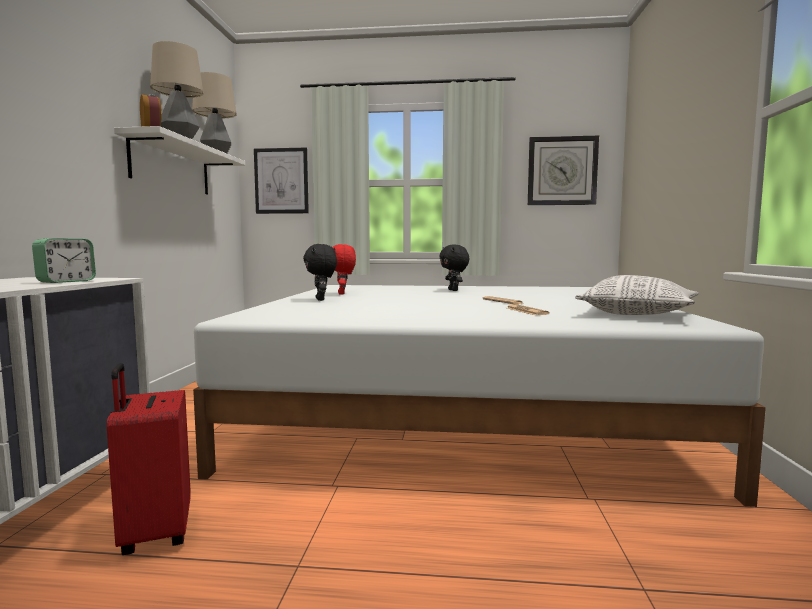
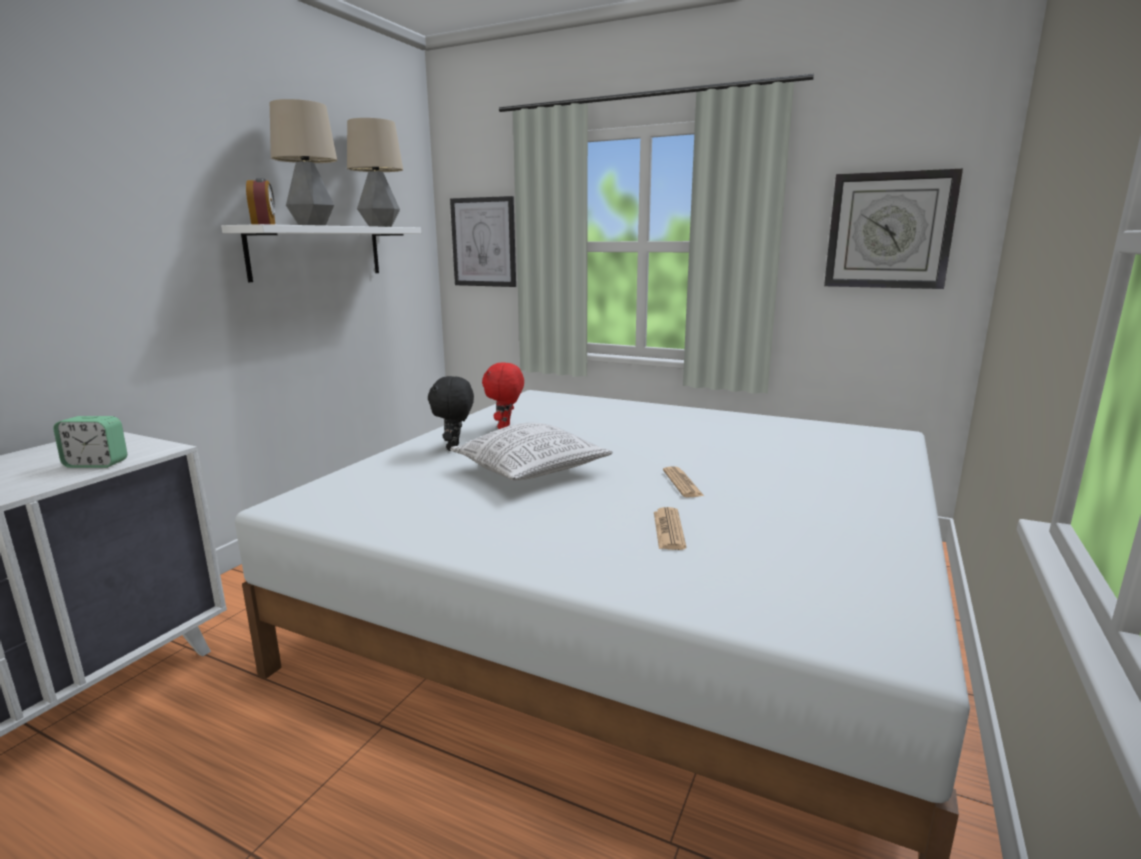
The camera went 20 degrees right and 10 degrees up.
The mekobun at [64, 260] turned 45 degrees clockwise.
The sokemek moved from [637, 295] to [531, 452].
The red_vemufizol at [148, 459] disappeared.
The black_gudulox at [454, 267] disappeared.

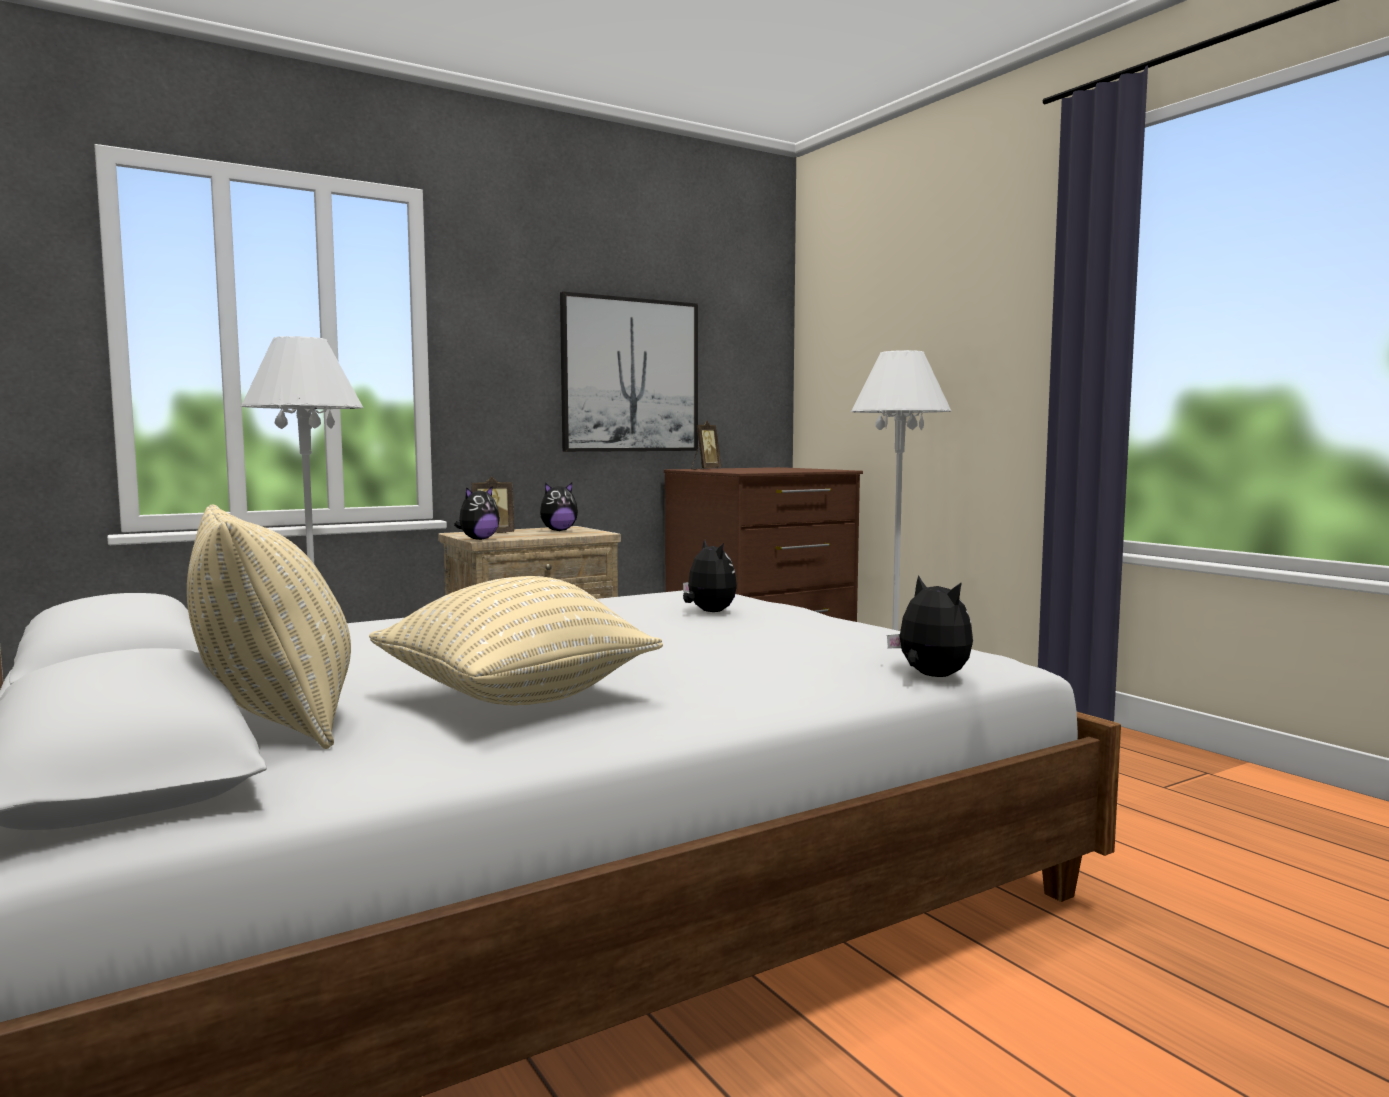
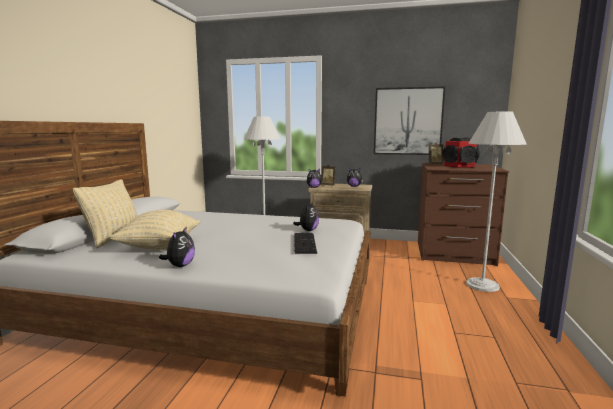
The camera went 45 degrees right and 5 degrees up.
The gudulox moved from [930, 626] to [177, 246].
The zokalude at [305, 243] appeared.
The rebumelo at [461, 153] appeared.

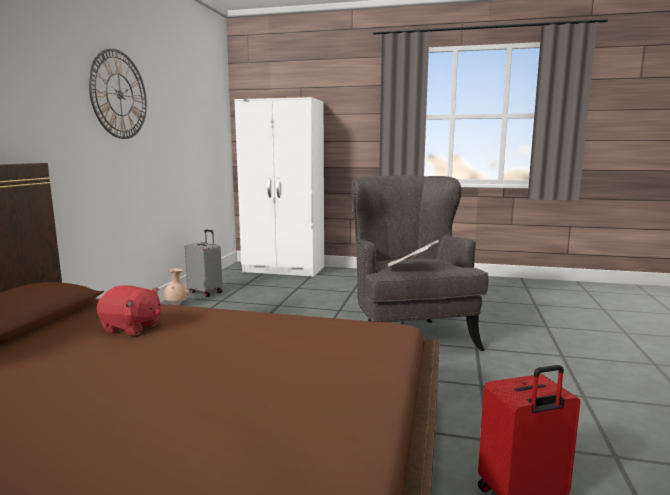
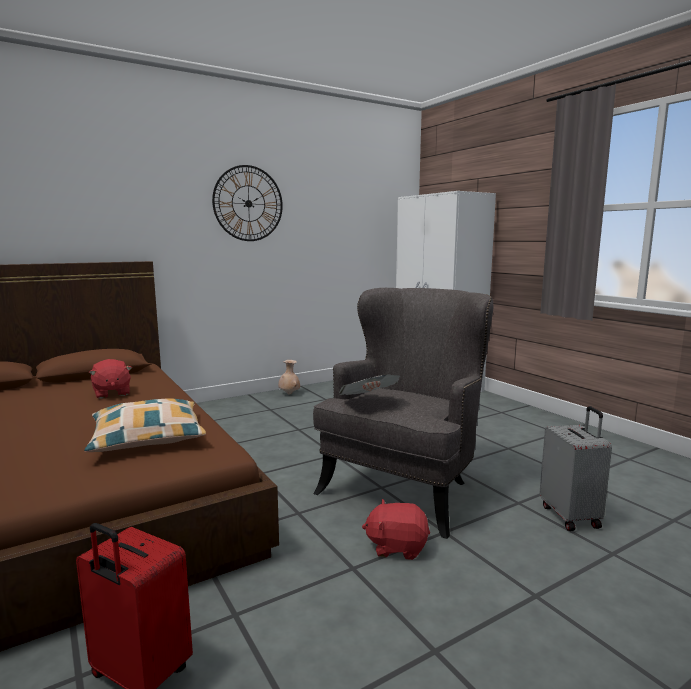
The camera went 45 degrees right and 0 degrees up.
The sokemek at [145, 425] appeared.
The red_gudulox at [396, 529] appeared.
The grey_vemufizol moved from [203, 263] to [575, 468].

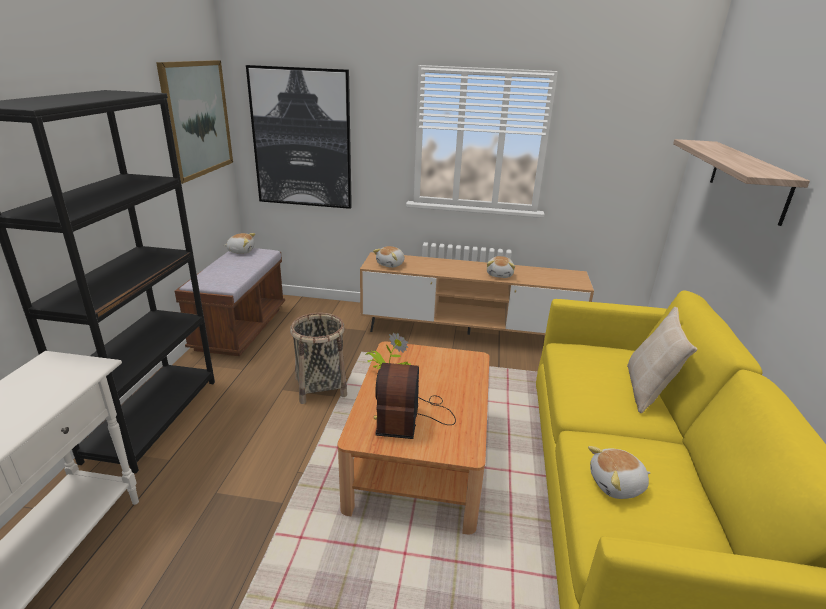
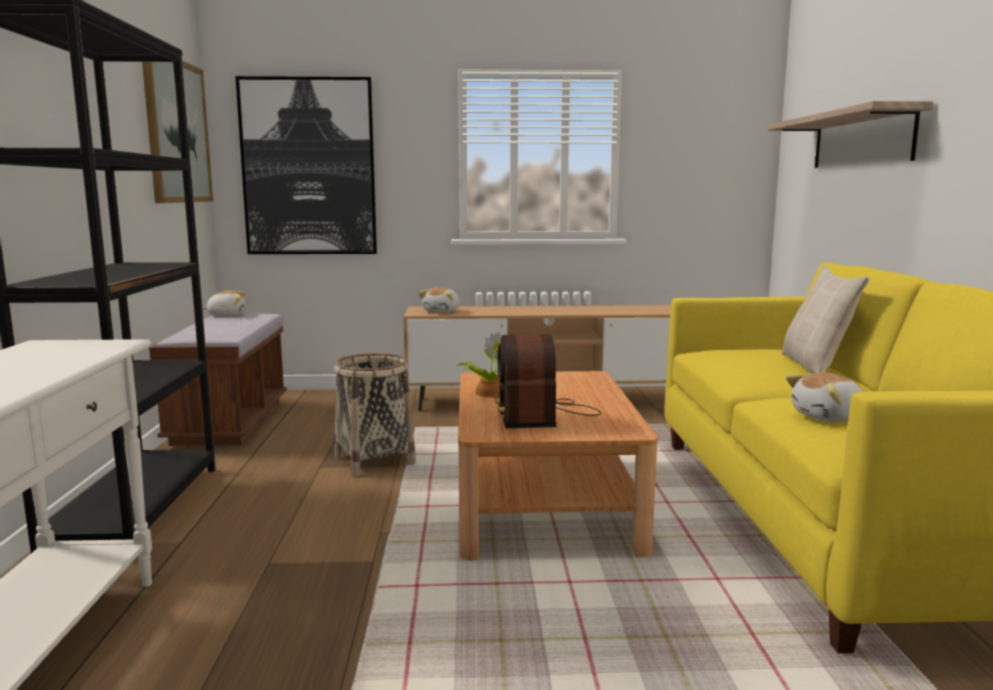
The camera went 10 degrees left and 15 degrees down.
The gudulox at [501, 267] disappeared.

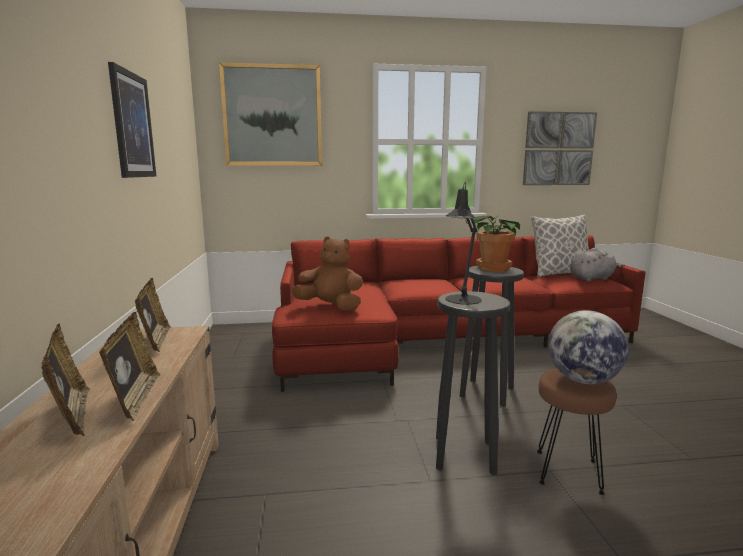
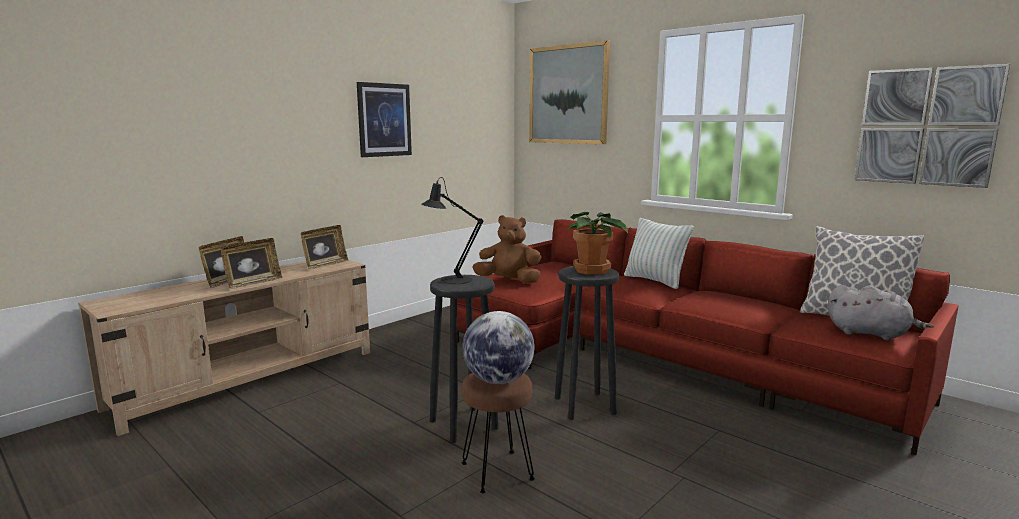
The camera went 50 degrees right and 0 degrees up.
The brown_gudulox at [327, 273] turned 60 degrees counterclockwise.
The sokemek at [659, 253] appeared.

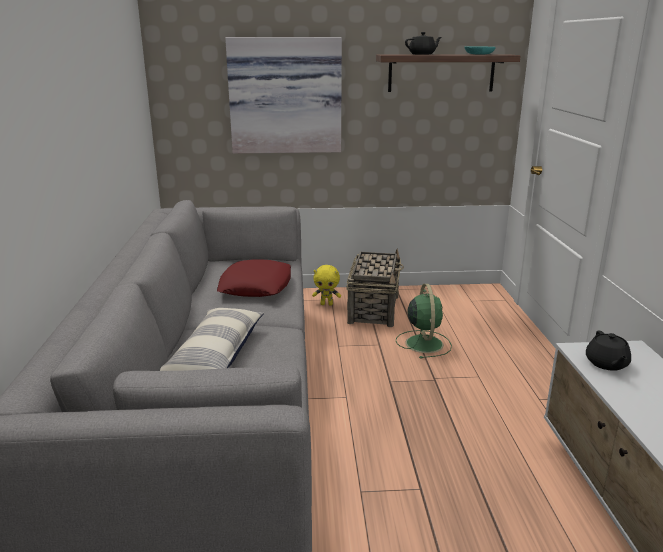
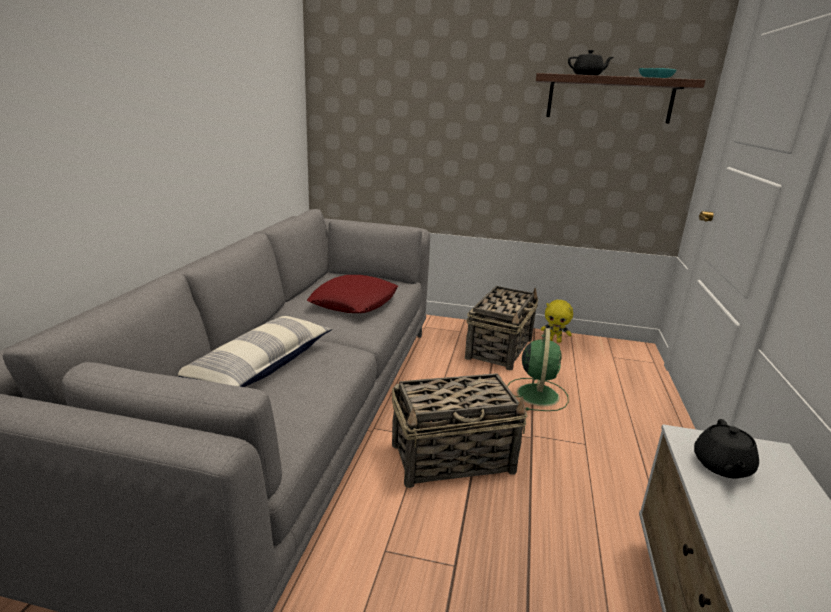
The camera went 15 degrees right and 0 degrees up.
The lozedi at [459, 430] appeared.
The yellow_gudulox moved from [326, 285] to [557, 321].
The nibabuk at [283, 95] disappeared.

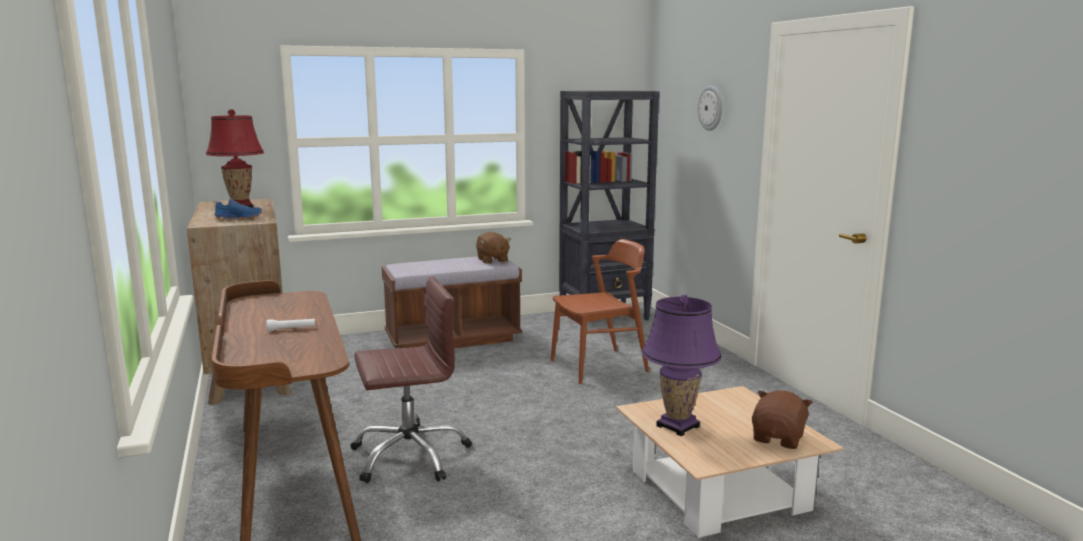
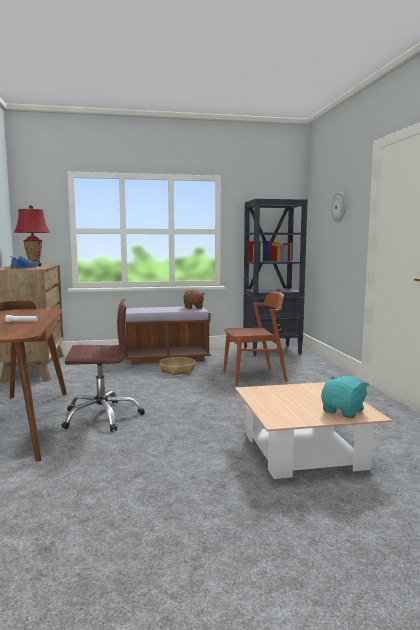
The camera went 10 degrees right and 5 degrees down.
The lozedi at [177, 366] appeared.
The brown_gudulox at [782, 419] became the turquoise_gudulox at [345, 397].
The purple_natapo at [682, 365] disappeared.

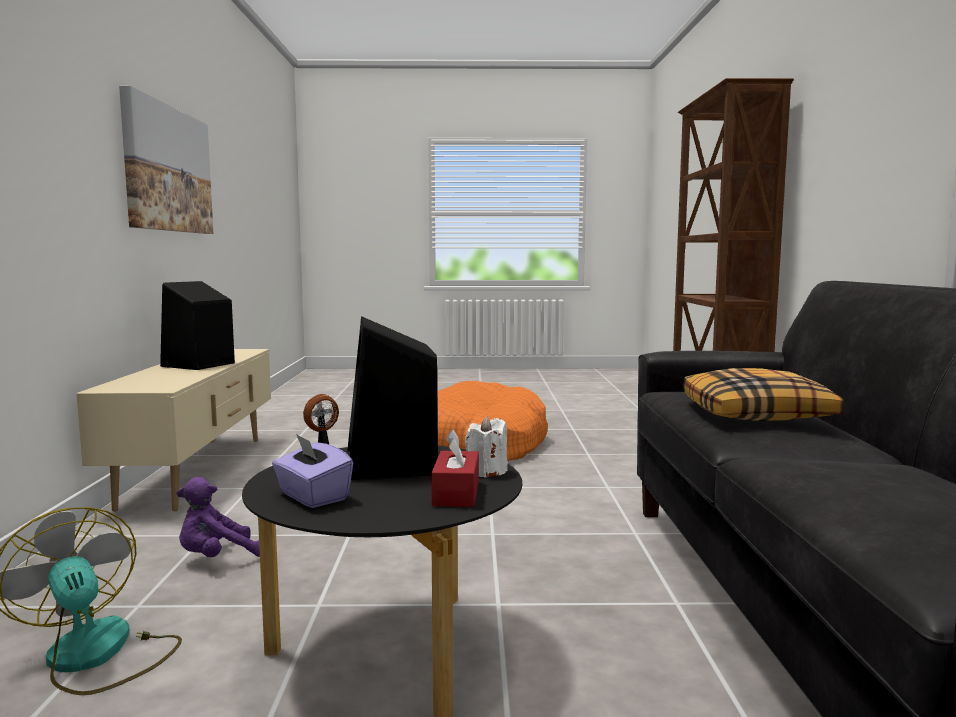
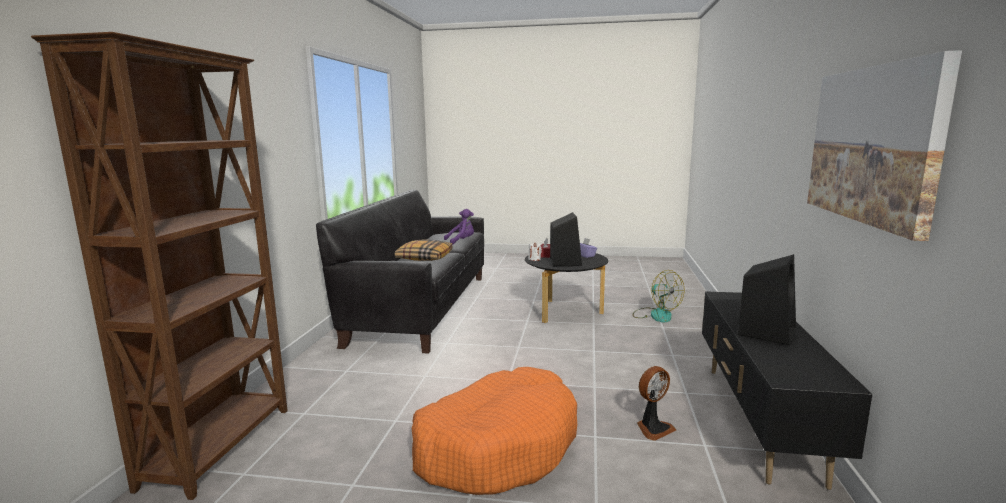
The camera went 170 degrees left and 5 degrees up.
The purple_gudulox moved from [218, 517] to [459, 227].
The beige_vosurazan at [173, 430] became the black_vosurazan at [787, 390].

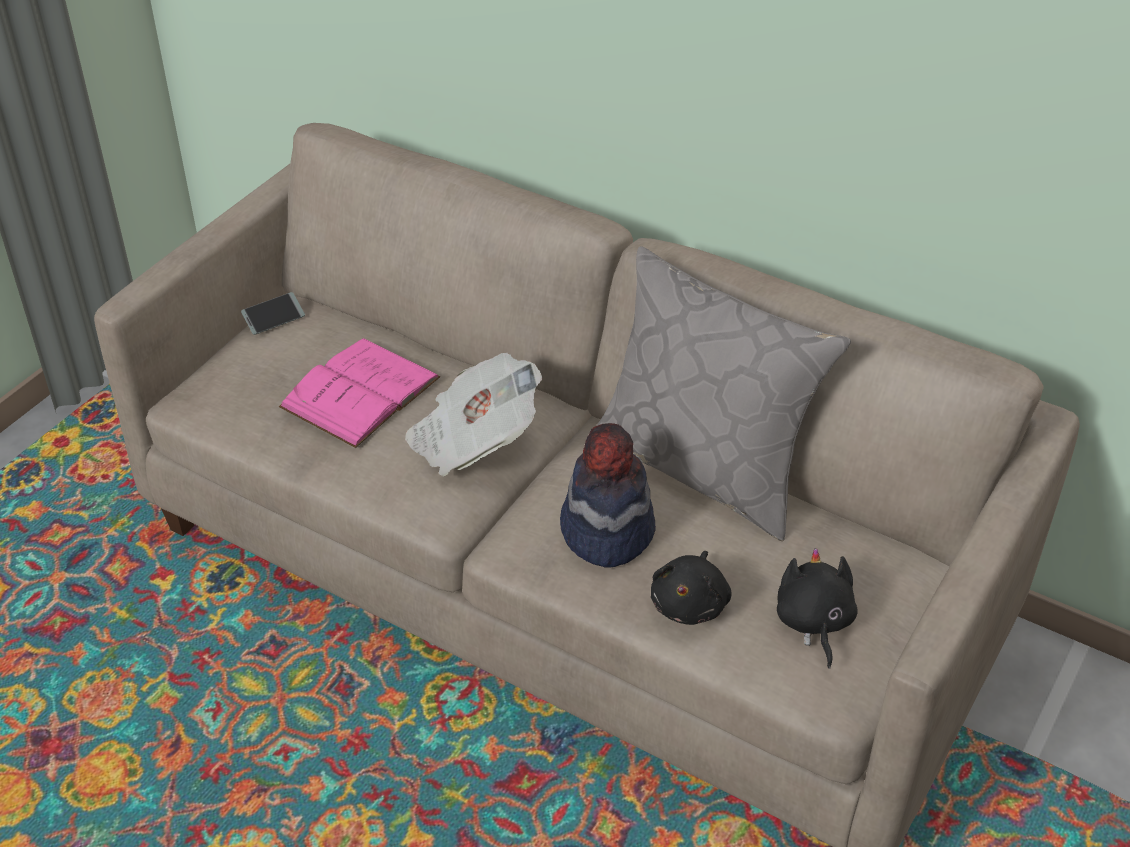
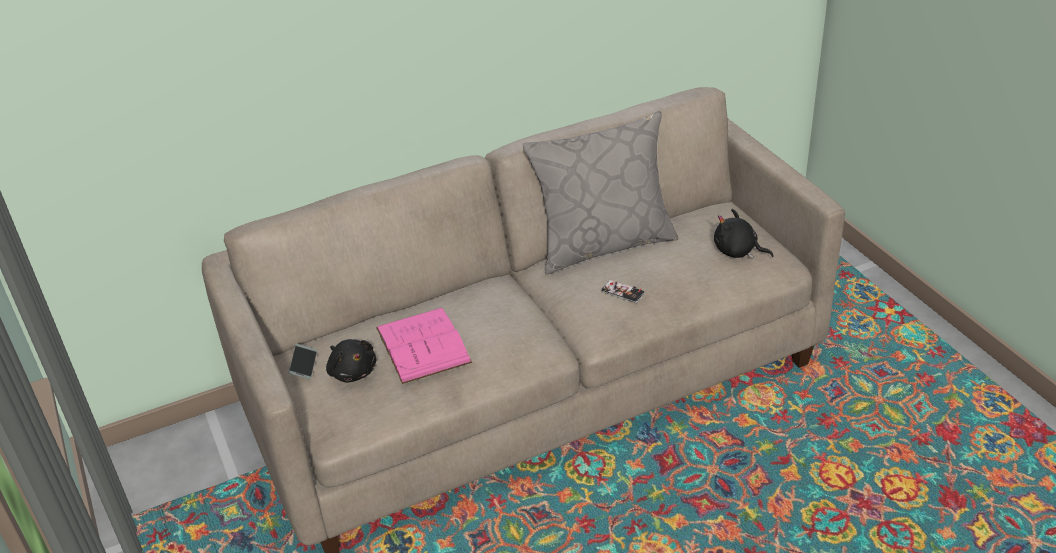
The camera went 55 degrees left and 5 degrees down.
The black_gudulox moved from [691, 588] to [351, 361].
The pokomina at [608, 495] was replaced by the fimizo at [623, 291].
The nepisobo at [473, 414] disappeared.

